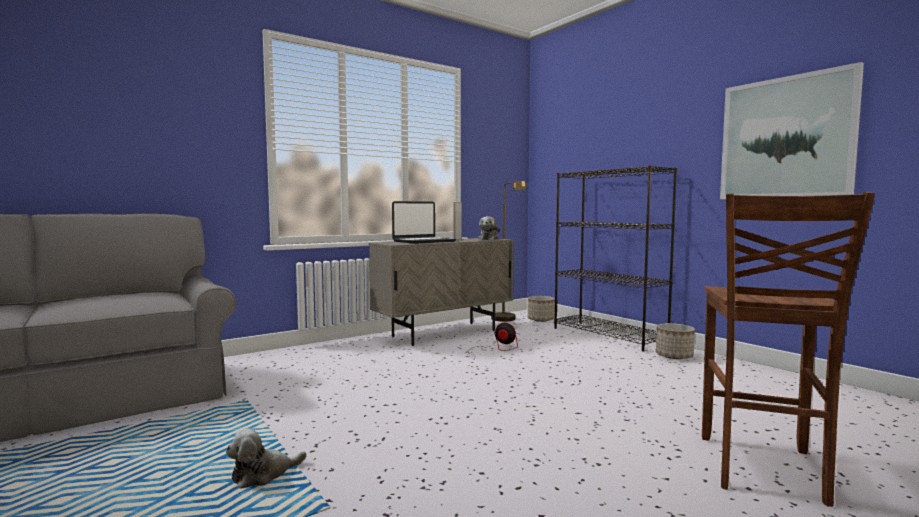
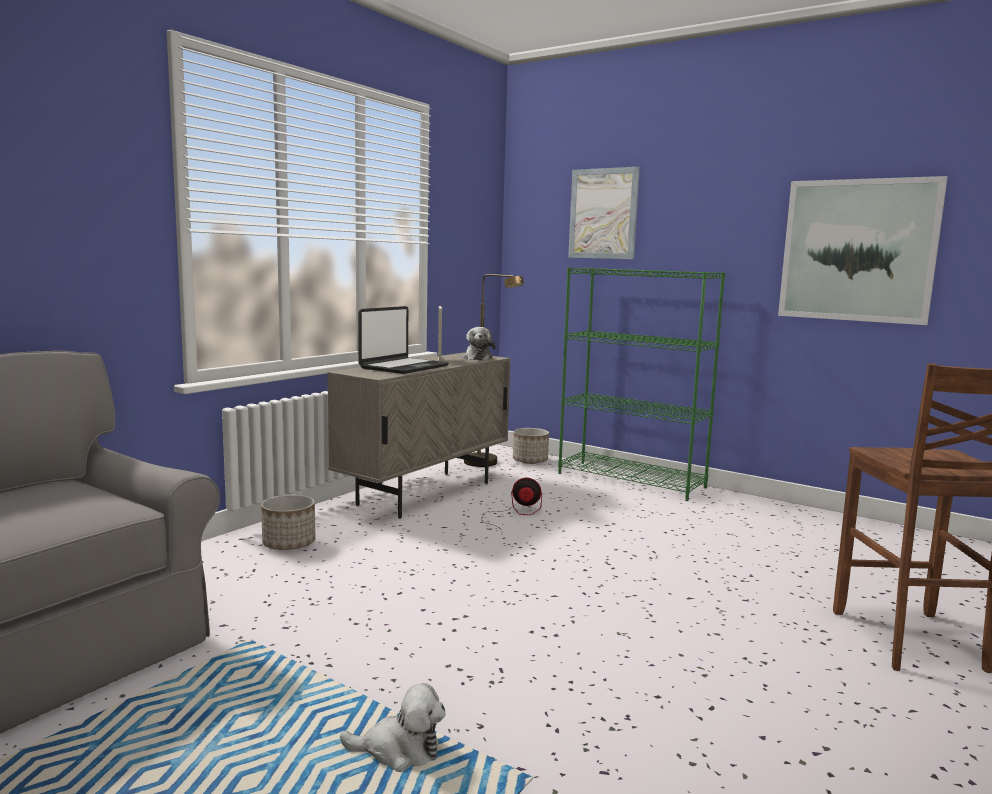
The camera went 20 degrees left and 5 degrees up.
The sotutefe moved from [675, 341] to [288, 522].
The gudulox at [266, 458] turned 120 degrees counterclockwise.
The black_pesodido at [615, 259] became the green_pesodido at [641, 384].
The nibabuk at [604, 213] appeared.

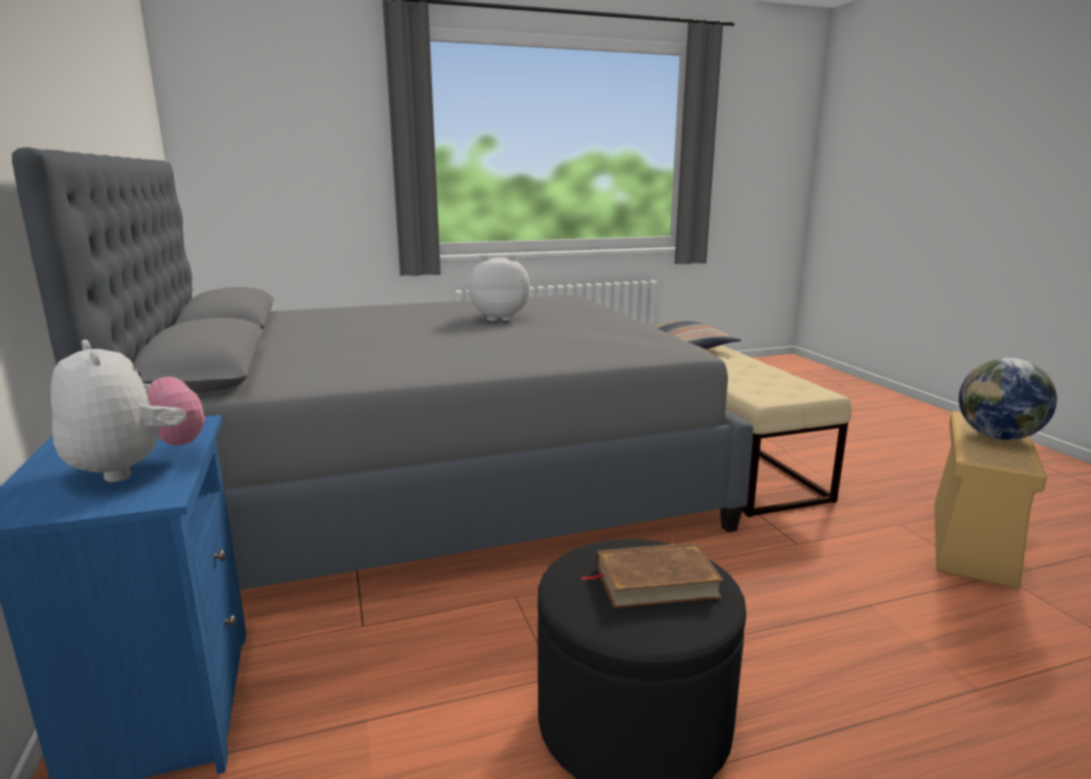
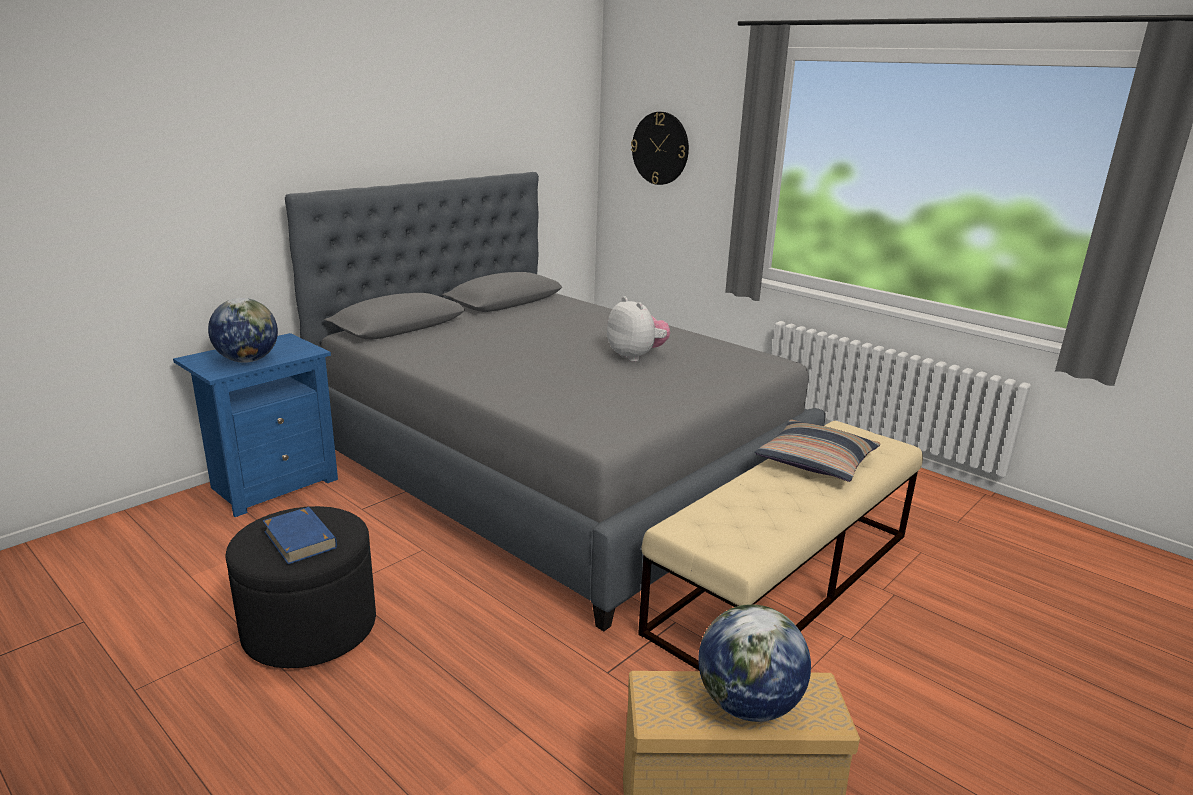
The camera went 60 degrees right and 5 degrees up.
The gudulox at [128, 411] was replaced by the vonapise at [243, 330].
The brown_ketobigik at [652, 575] became the blue_ketobigik at [300, 535].
The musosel at [660, 148] appeared.

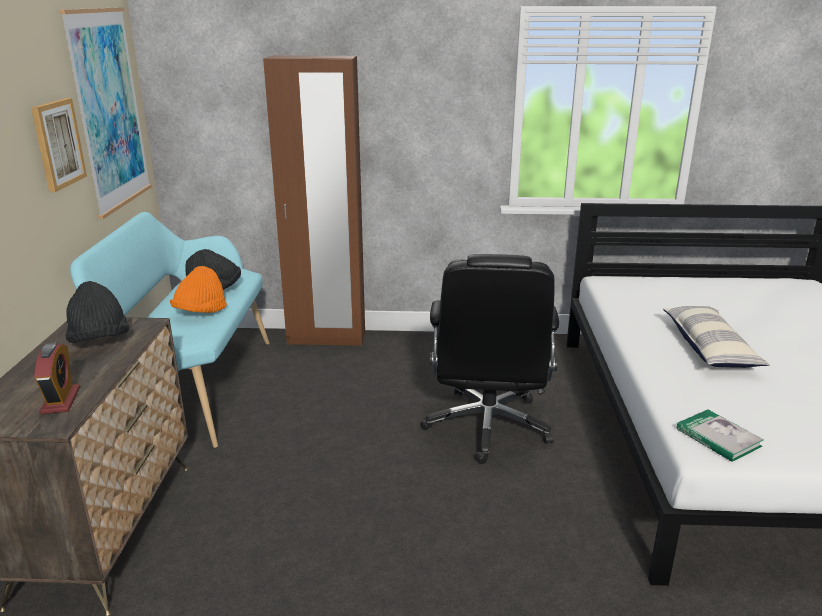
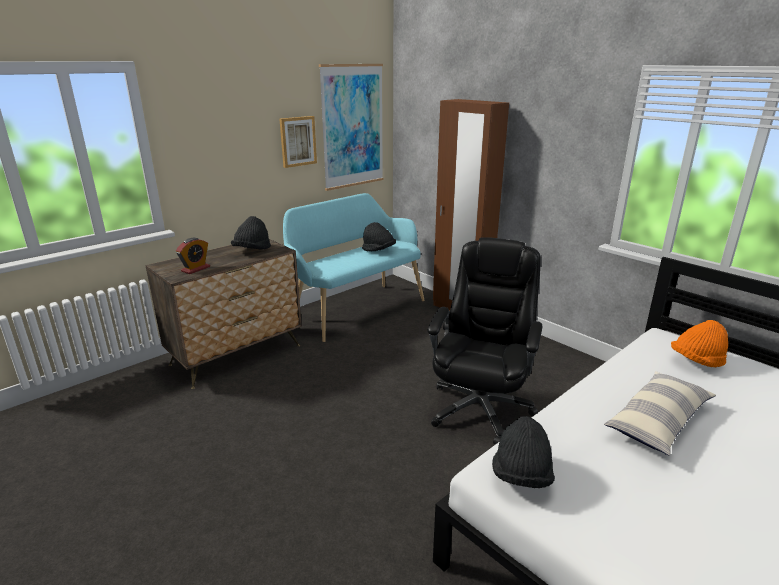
The camera went 45 degrees right and 0 degrees up.
The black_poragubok at [489, 359] turned 150 degrees clockwise.
The ketobigik at [720, 436] was replaced by the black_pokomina at [523, 452].
The orange_pokomina moved from [198, 289] to [699, 343].

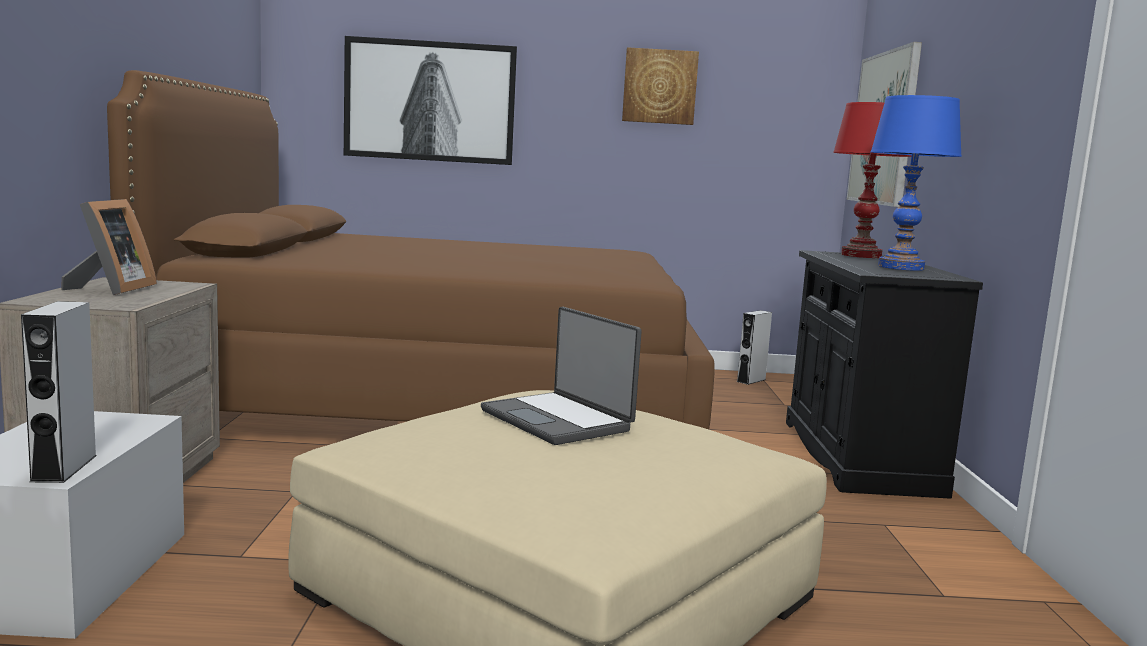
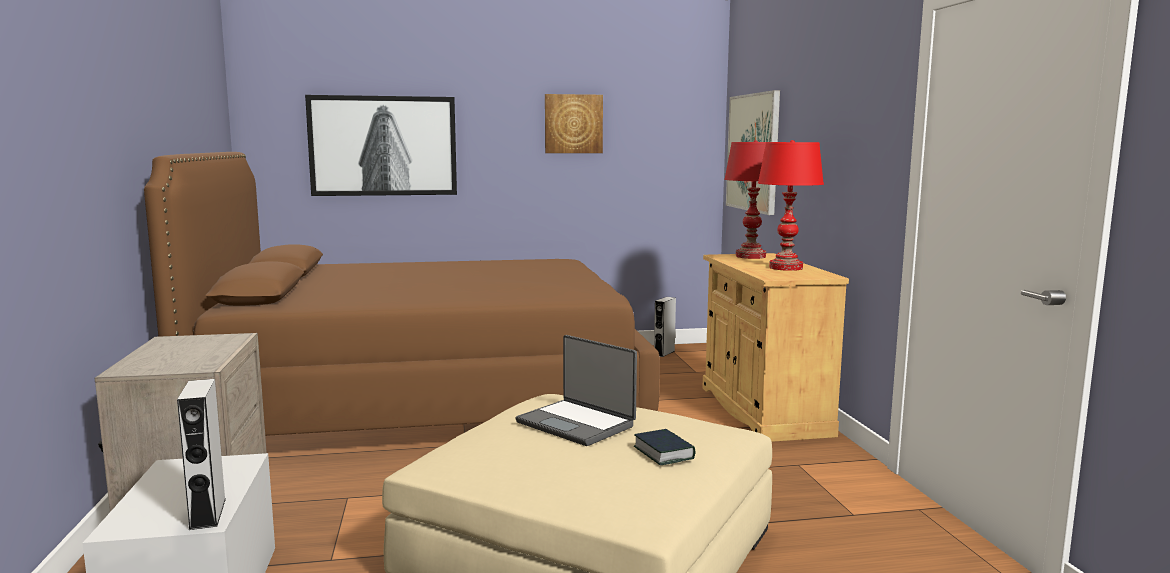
The camera went 10 degrees left and 0 degrees up.
The ketobigik at [664, 447] appeared.
The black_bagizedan at [884, 374] became the beige_bagizedan at [775, 347].
The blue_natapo at [916, 183] became the red_natapo at [791, 205].
The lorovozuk at [109, 247] disappeared.

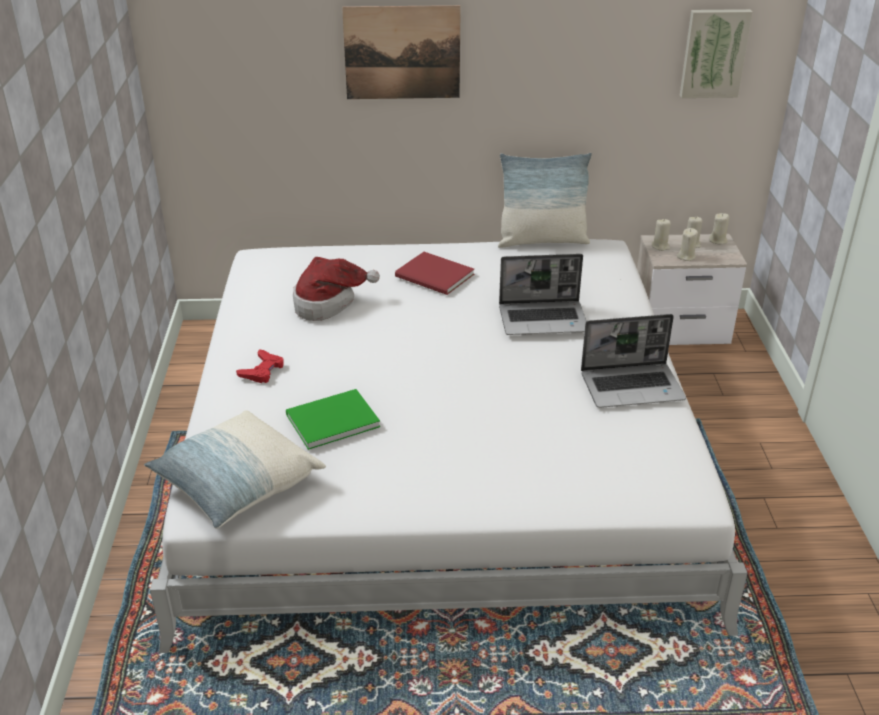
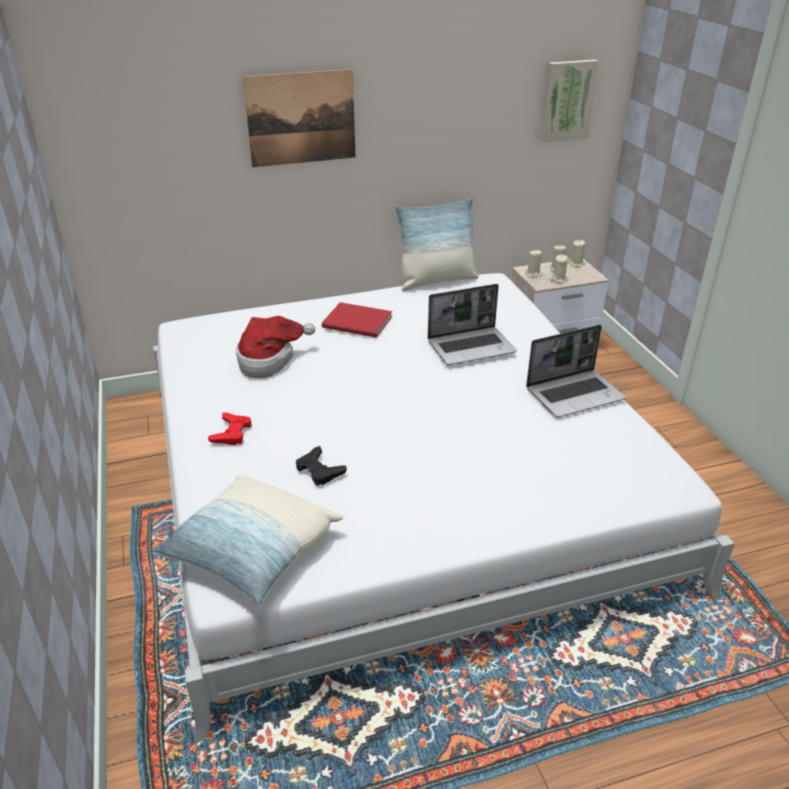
The camera went 15 degrees left and 0 degrees up.
The green_ketobigik at [333, 419] was replaced by the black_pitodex at [321, 466].

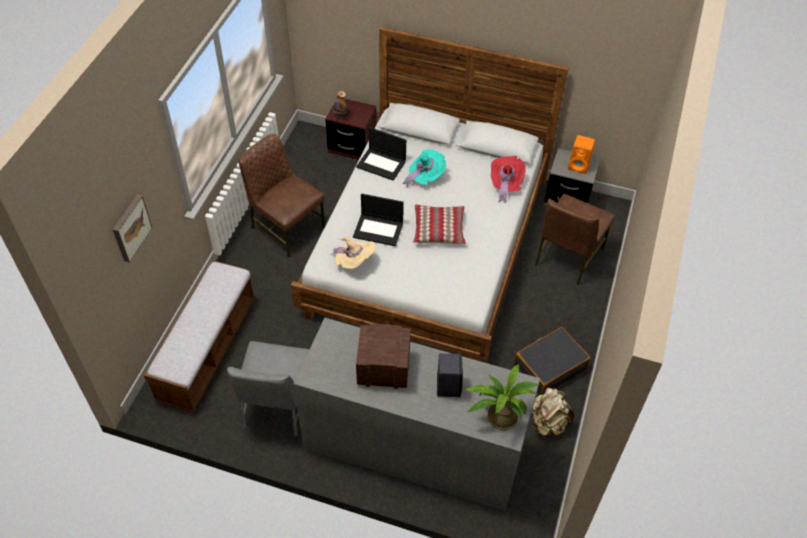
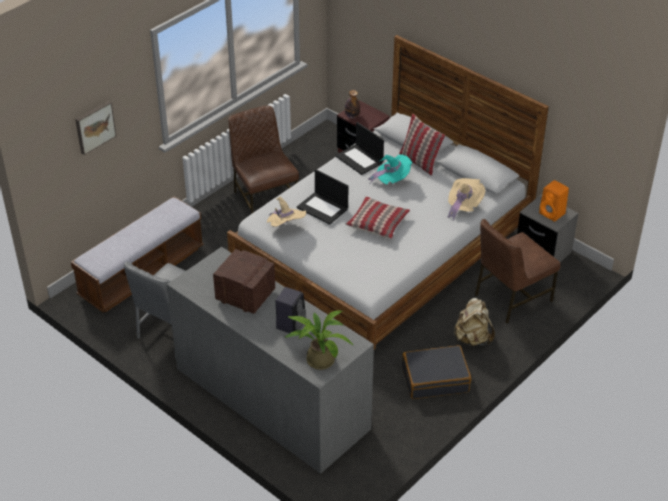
The camera went 25 degrees right and 10 degrees down.
The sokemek at [422, 145] appeared.
The red_pokomina at [508, 179] became the beige_pokomina at [466, 199].
The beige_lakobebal moved from [553, 411] to [474, 322].

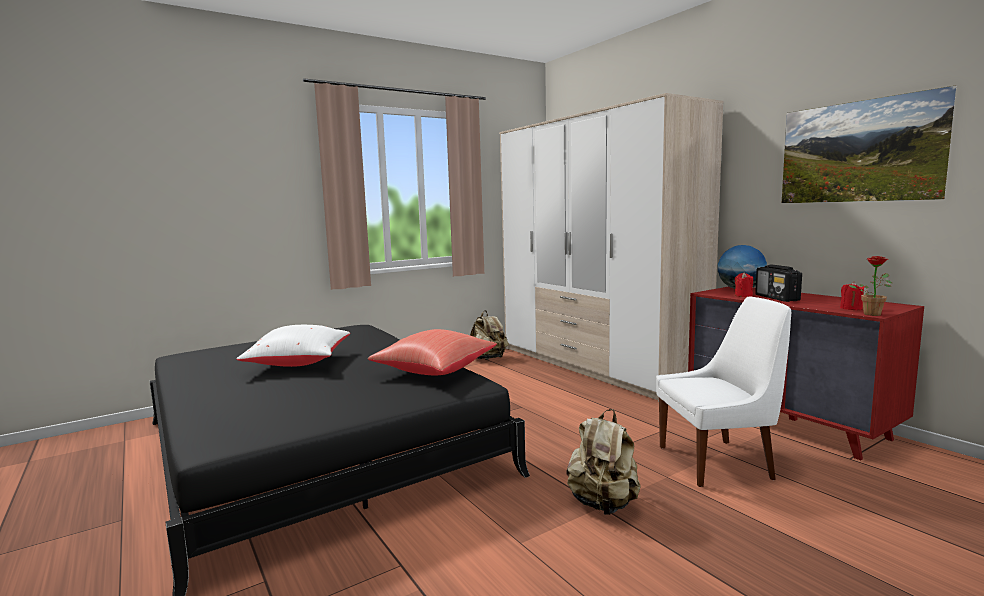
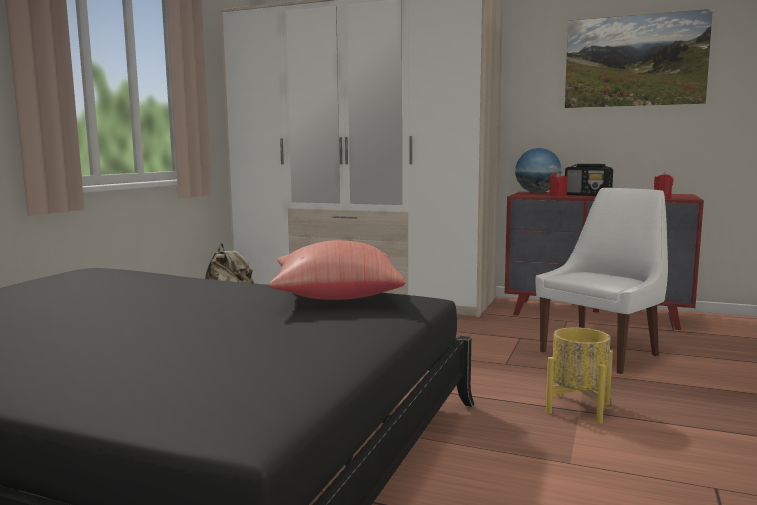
The camera went 35 degrees left and 0 degrees up.
The beige_lakobebal at [603, 462] was replaced by the yellow_sotutefe at [579, 375].
The white_sokemek at [293, 346] disappeared.
The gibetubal at [870, 286] disappeared.

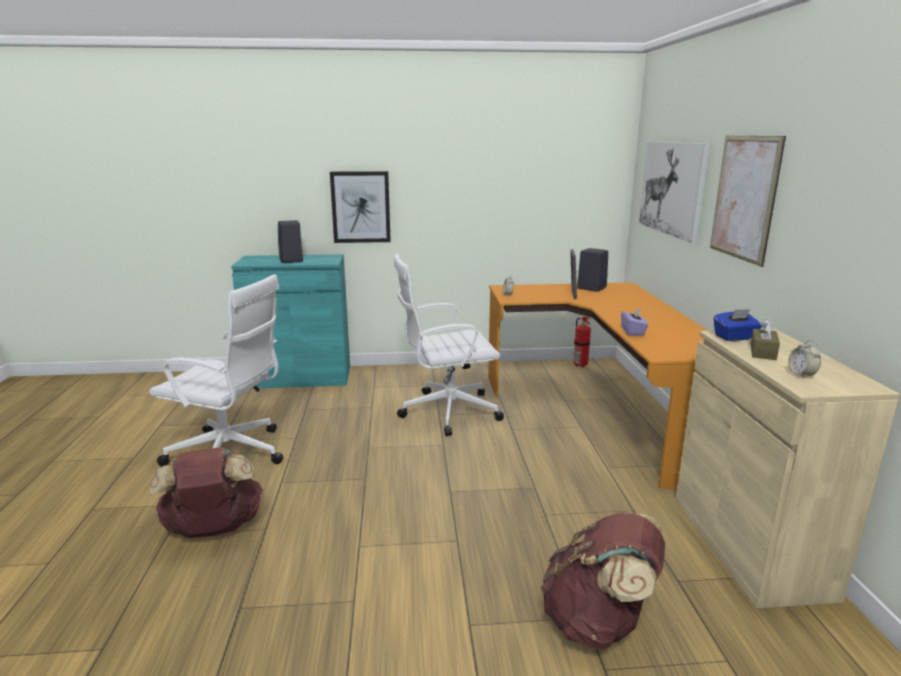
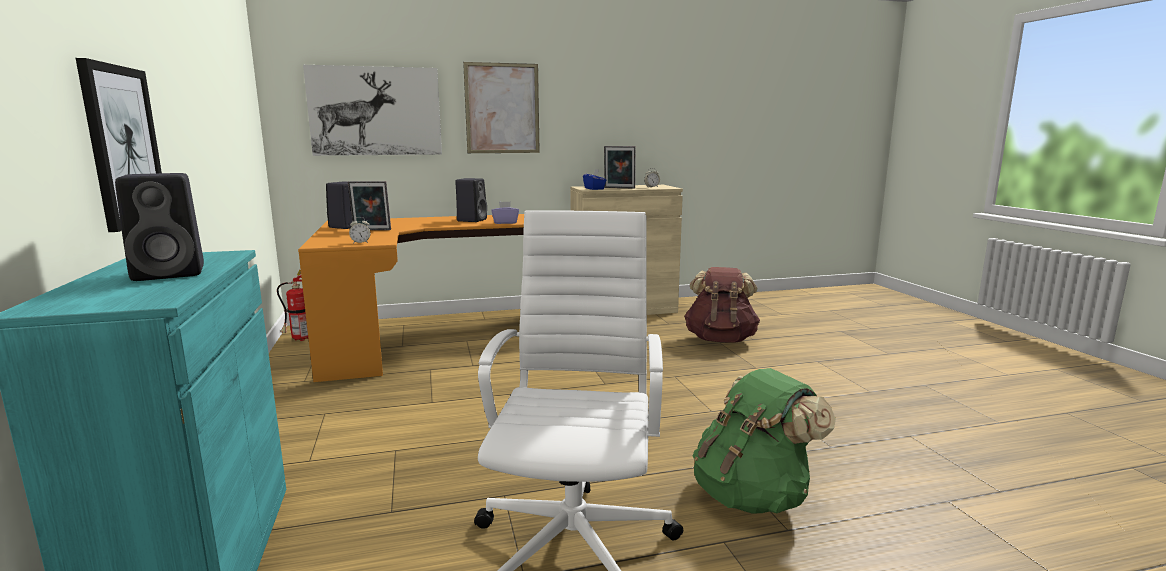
The camera went 100 degrees left and 5 degrees down.
The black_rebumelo at [471, 200] appeared.
The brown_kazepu at [765, 339] was replaced by the lorovozuk at [620, 167].
The brown_lakobebal at [206, 492] became the green_lakobebal at [764, 440].
The white_poragubok at [449, 345] disappeared.

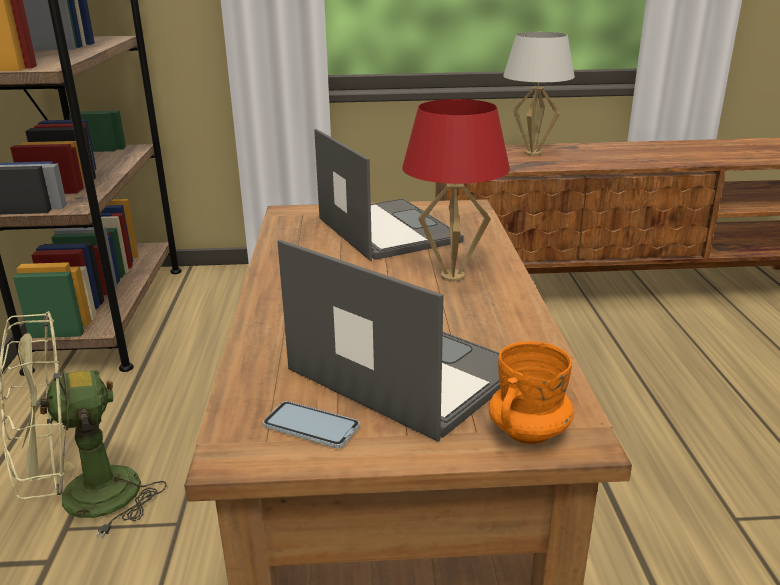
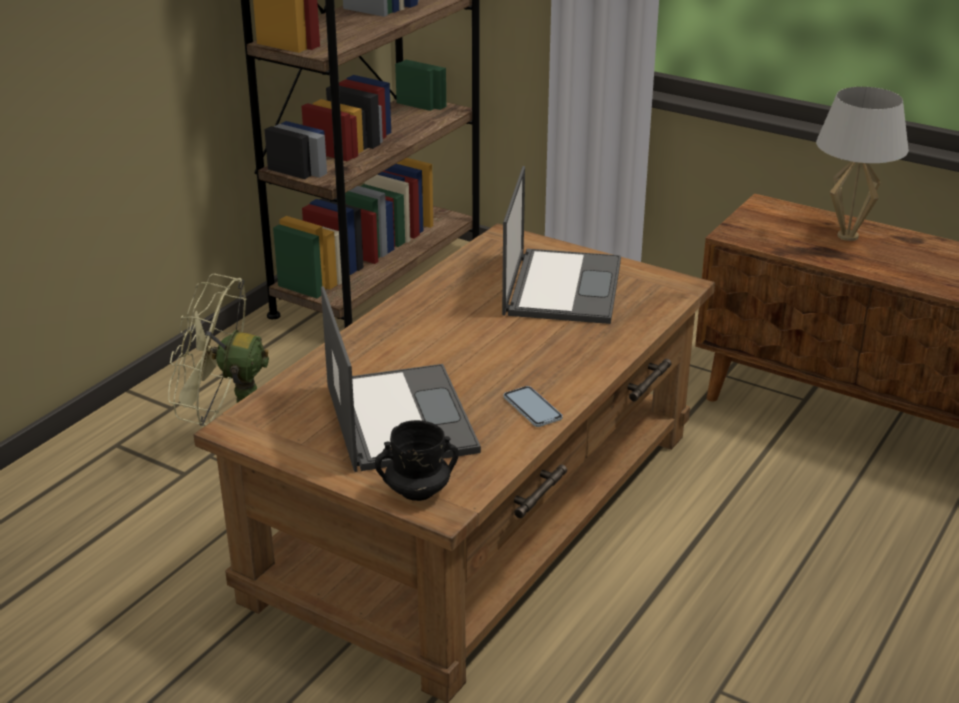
The camera went 35 degrees right and 5 degrees up.
The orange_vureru at [531, 392] became the black_vureru at [417, 460].
The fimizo moved from [311, 424] to [533, 406].
The red_natapo at [456, 190] disappeared.

